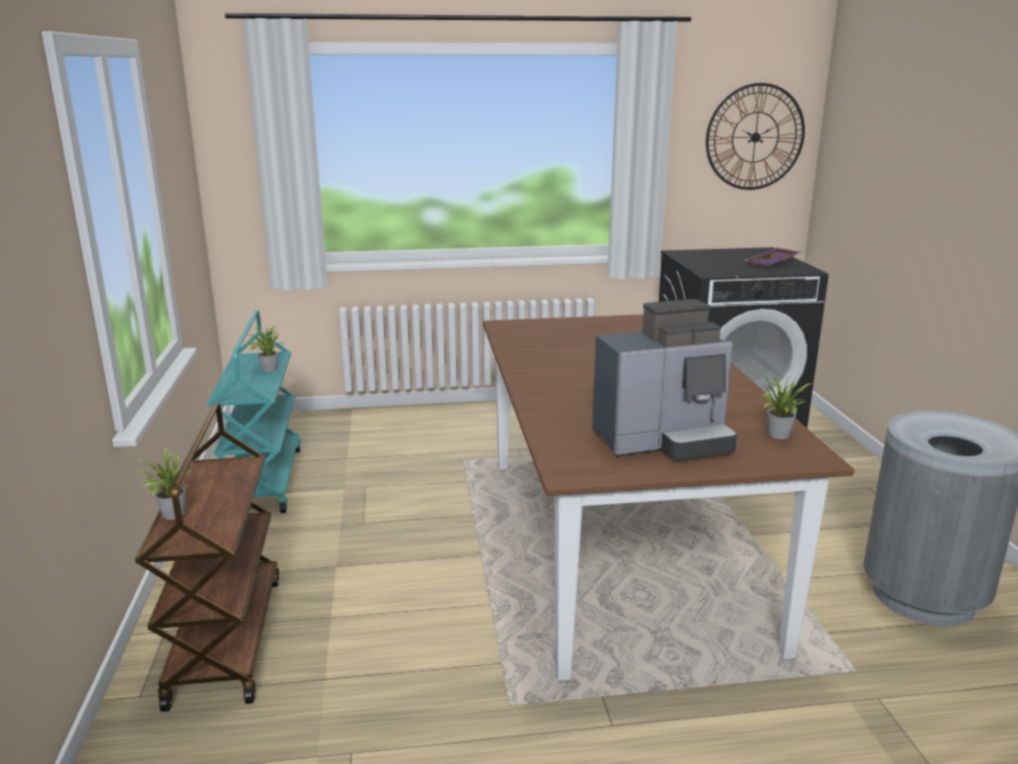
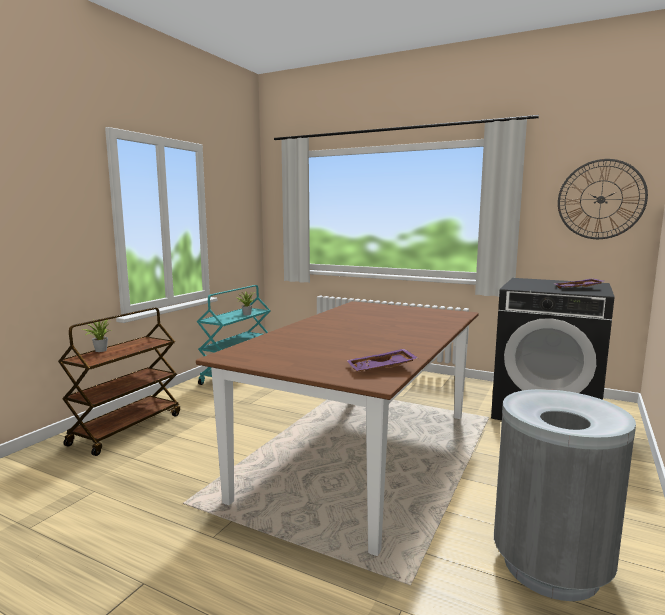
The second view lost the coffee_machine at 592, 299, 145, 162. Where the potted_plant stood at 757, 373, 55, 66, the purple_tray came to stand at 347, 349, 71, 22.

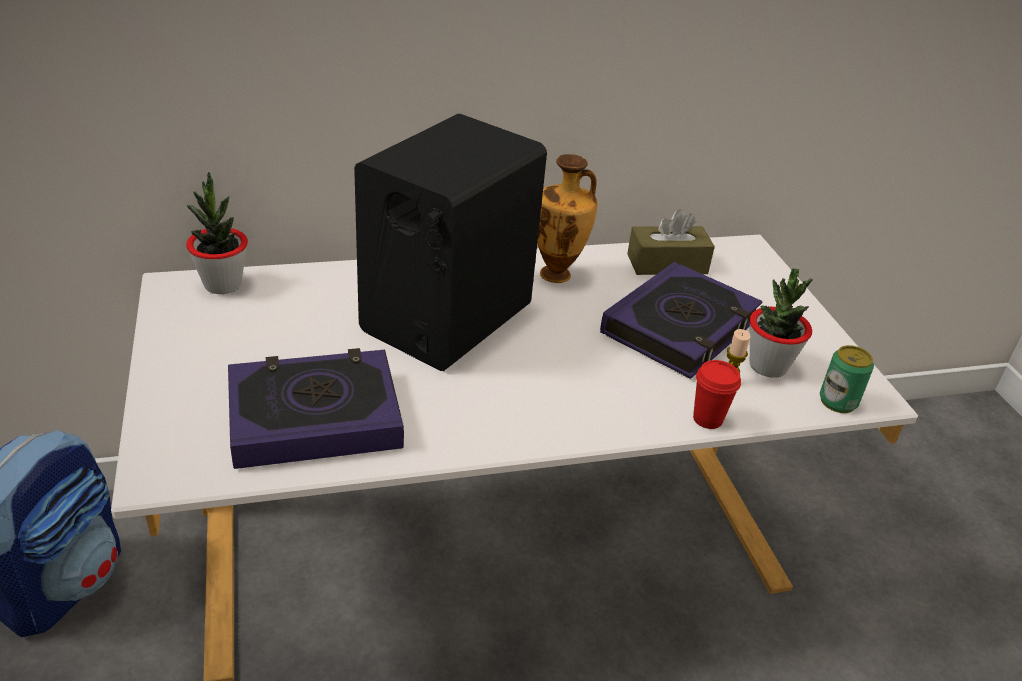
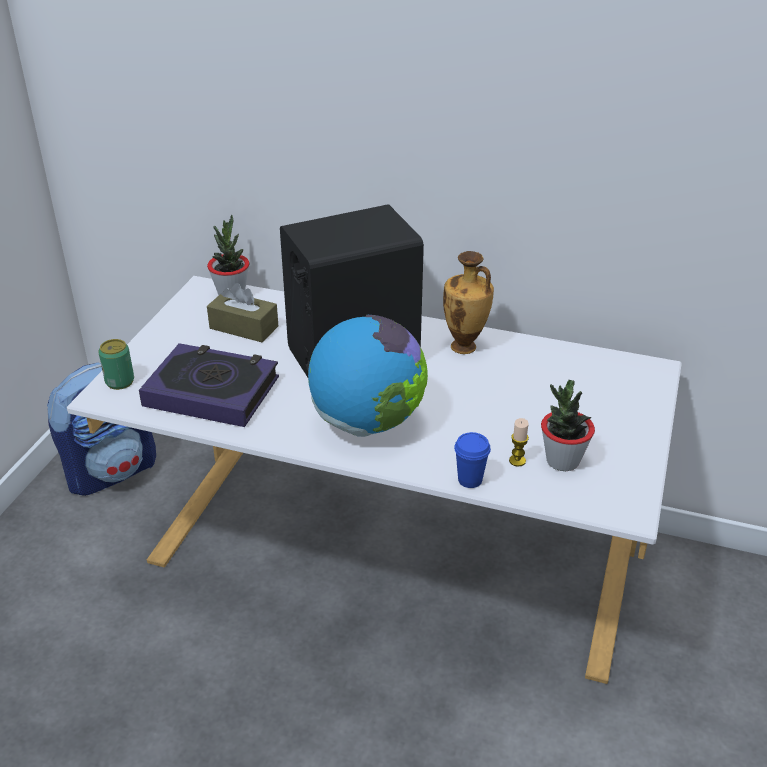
The brown_tissue_box ended up elsewhere, having gone from 627, 209, 88, 66 to 207, 283, 71, 59. The second view lost the book at 600, 262, 163, 117. The can ended up elsewhere, having gone from 820, 345, 54, 68 to 98, 339, 36, 51. What was the red_cup at 693, 360, 48, 69 turned into the blue_cup at 454, 432, 37, 56. The second view gained the globe at 308, 315, 120, 122.

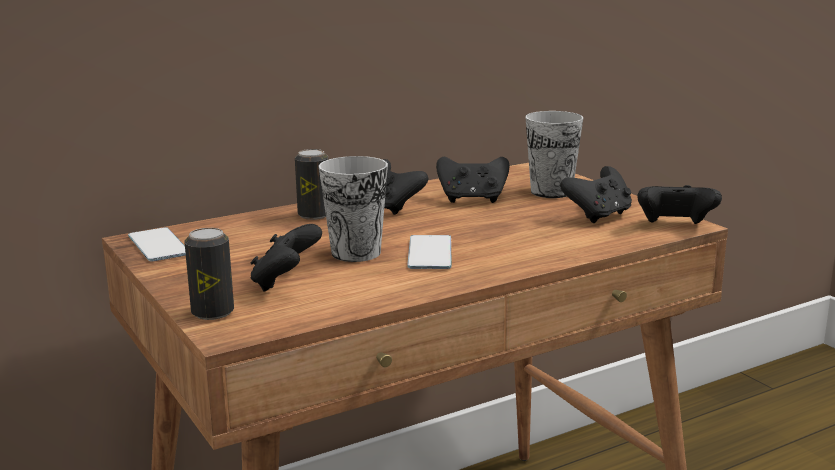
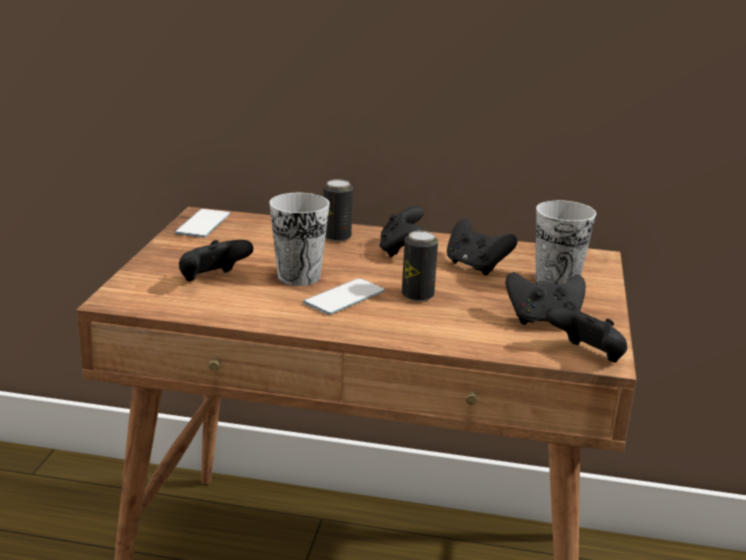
The can ended up elsewhere, having gone from 184, 228, 50, 92 to 402, 230, 36, 71.

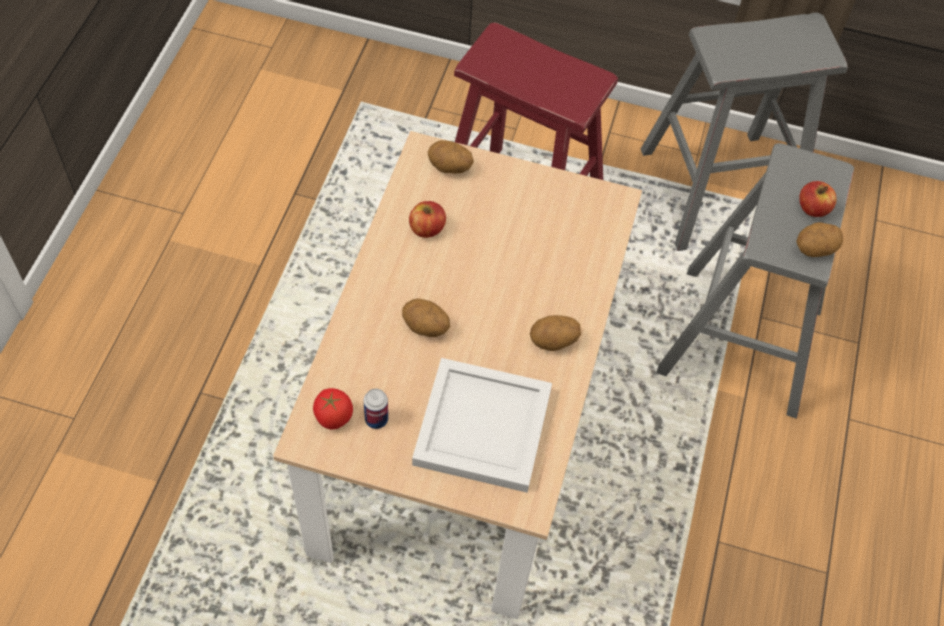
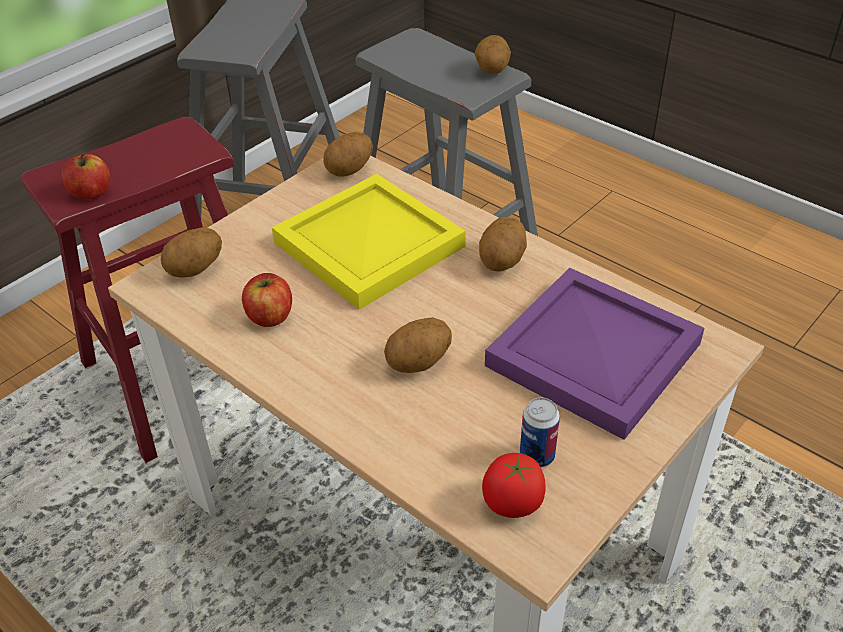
The apple ended up elsewhere, having gone from 799, 181, 38, 36 to 62, 153, 48, 47. What was the white_tray at 412, 358, 140, 135 turned into the purple_tray at 485, 268, 219, 172. The second view gained the potato at 323, 132, 50, 45. The second view gained the yellow_tray at 272, 174, 194, 136.

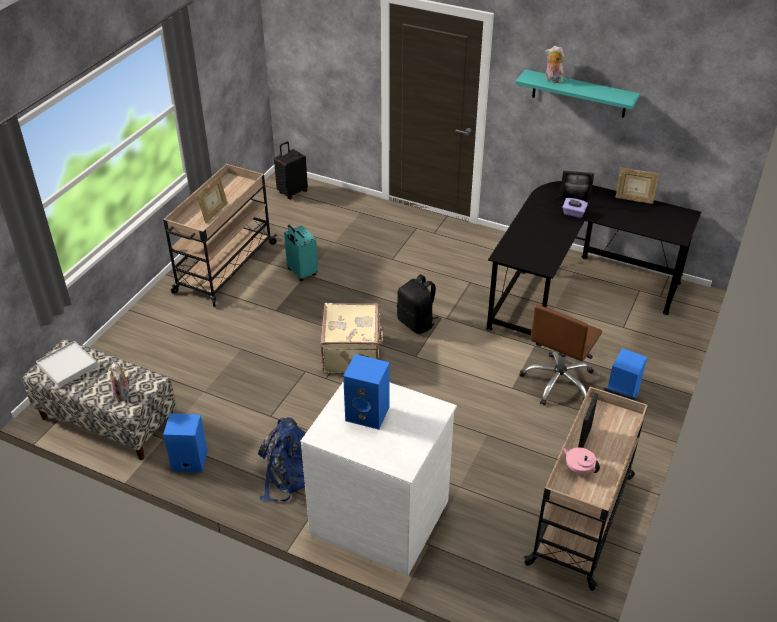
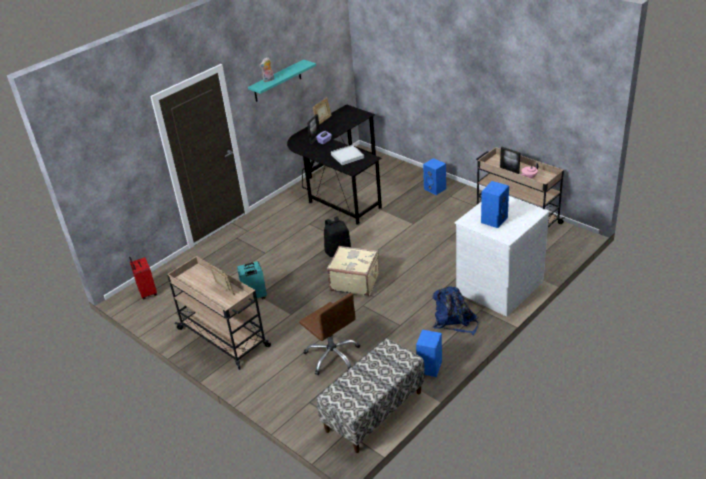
What was the black_suitcase at 274, 141, 34, 58 turned into the red_suitcase at 129, 257, 28, 43. The brown_office_chair ended up elsewhere, having gone from 520, 305, 82, 101 to 299, 293, 61, 82. The white_tray ended up elsewhere, having gone from 36, 341, 62, 47 to 331, 145, 33, 20. The second view lost the plush_toy at 111, 362, 19, 39.

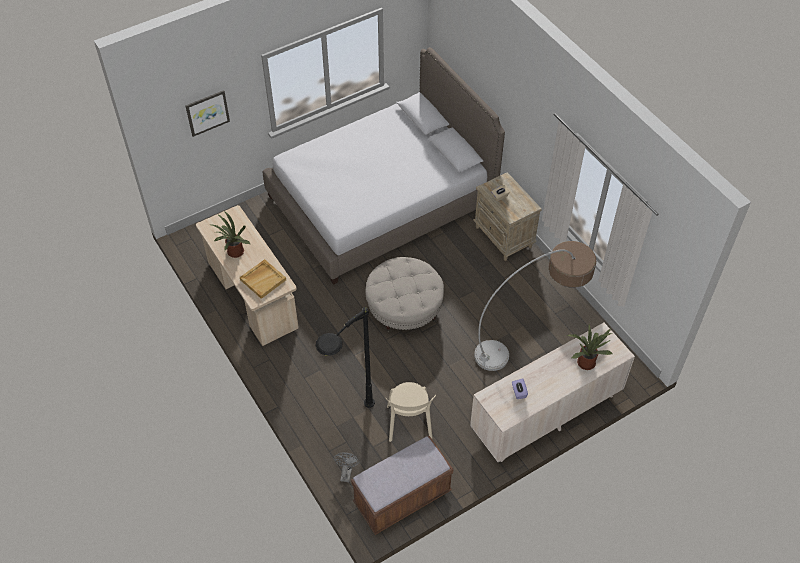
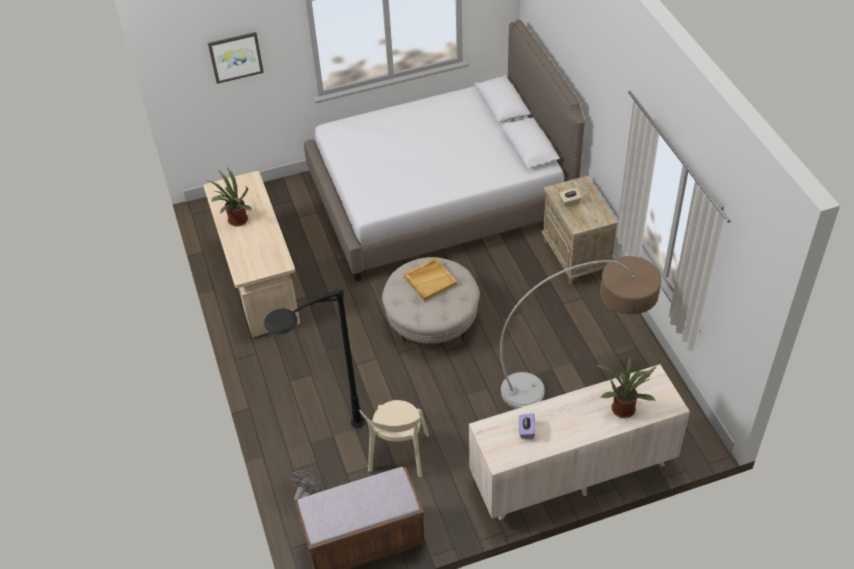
The beige_tray ended up elsewhere, having gone from 240, 259, 46, 40 to 404, 258, 53, 43.

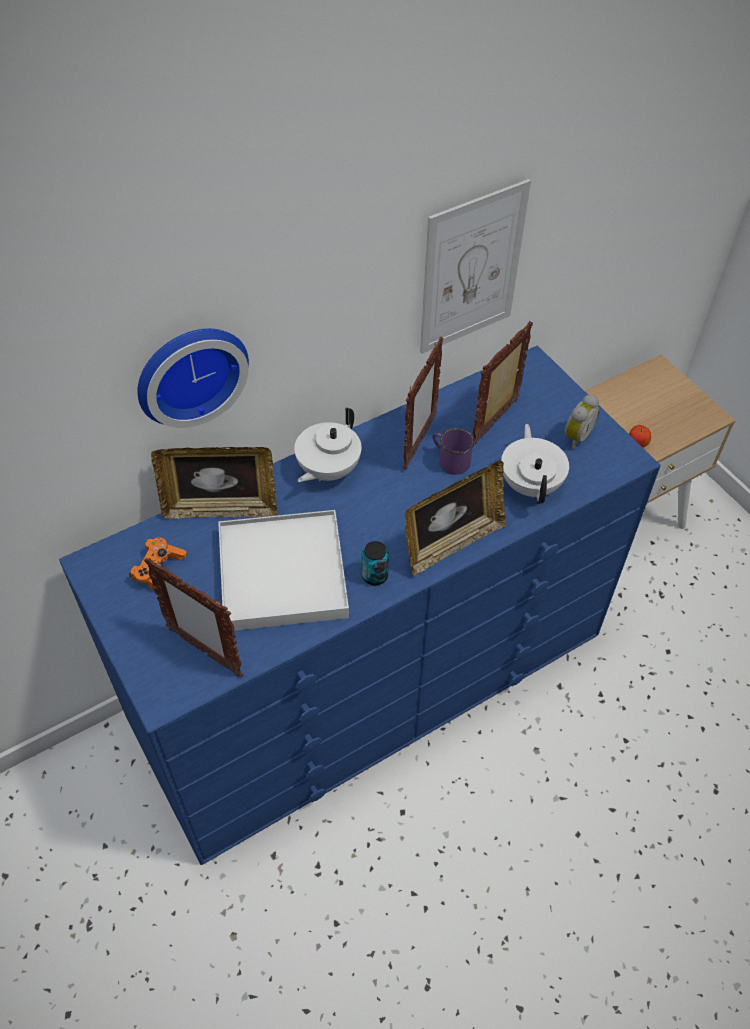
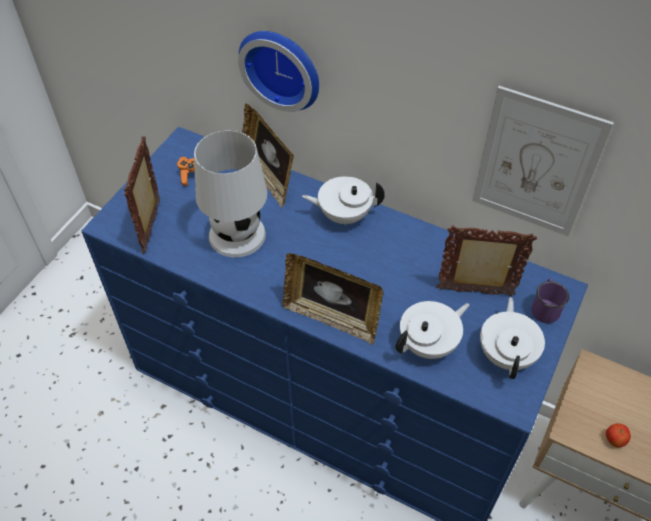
The second view lost the picture_frame at 403, 336, 40, 134. Where the alarm_clock stood at 565, 394, 35, 55, the white_teapot came to stand at 480, 297, 65, 82. The purple_mug ended up elsewhere, having gone from 433, 428, 42, 47 to 532, 279, 37, 44. Where the white_tray stood at 218, 510, 131, 121, the white_table_lamp came to stand at 194, 130, 74, 127. The second view lost the can at 362, 541, 27, 45.

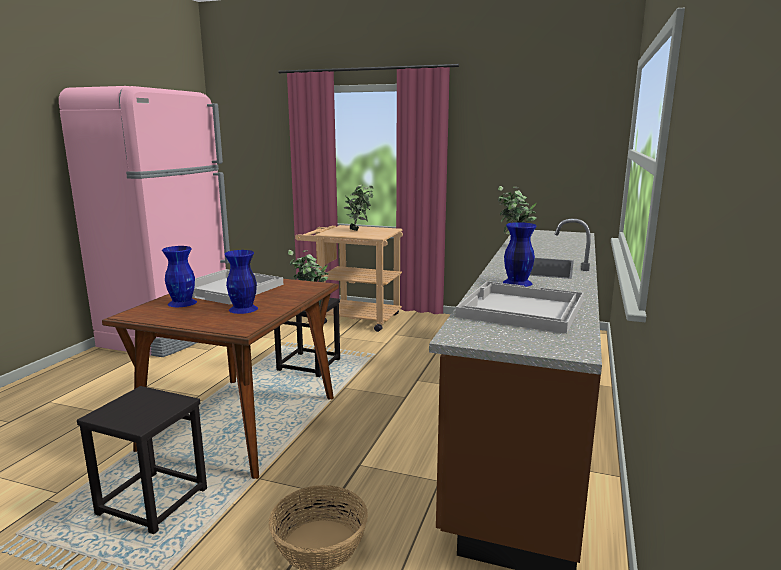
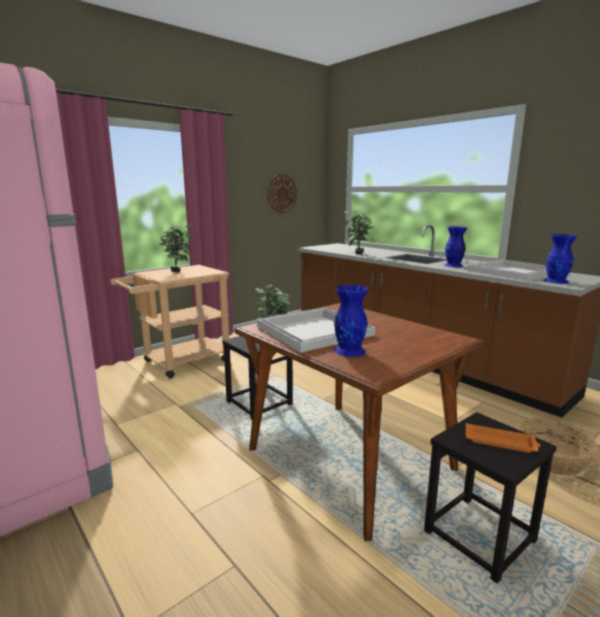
The blue_vase ended up elsewhere, having gone from 224, 250, 34, 64 to 543, 234, 34, 50. The second view gained the wall_clock at 268, 175, 29, 38. The second view gained the orange_tray at 465, 423, 75, 30.

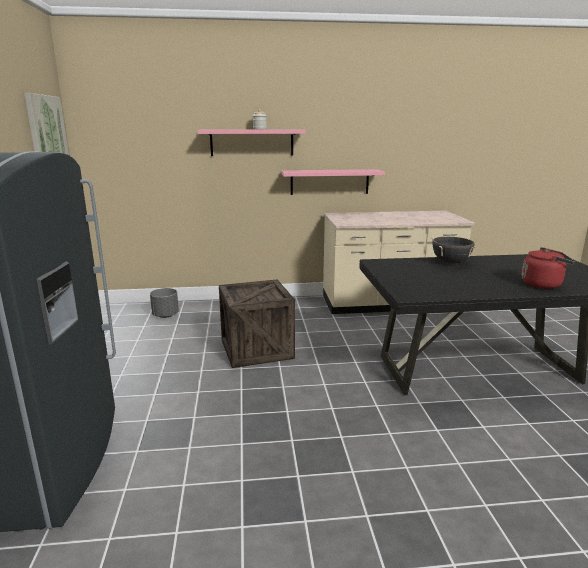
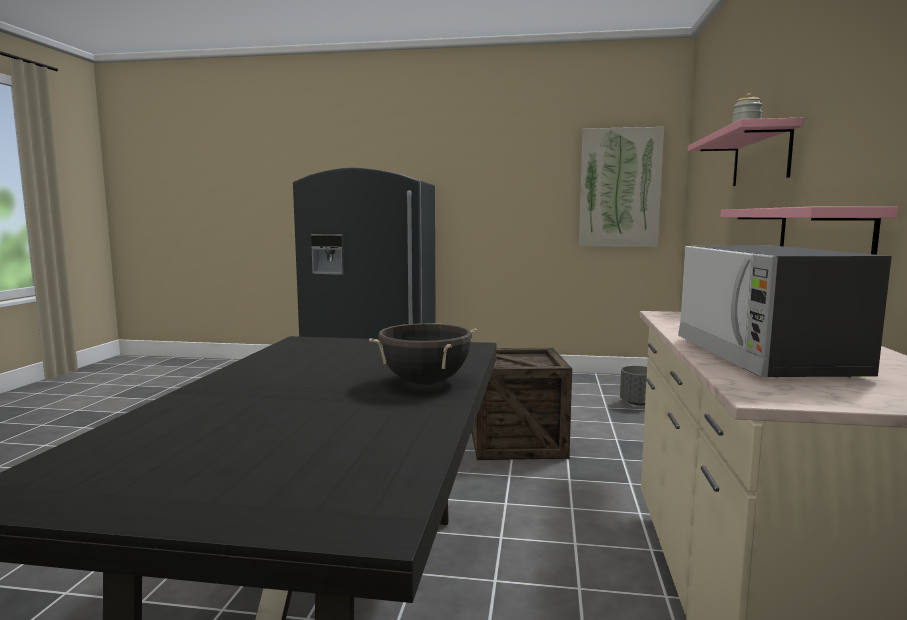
The second view lost the red_kettle at 521, 247, 55, 42. The second view gained the microwave at 678, 246, 214, 132.

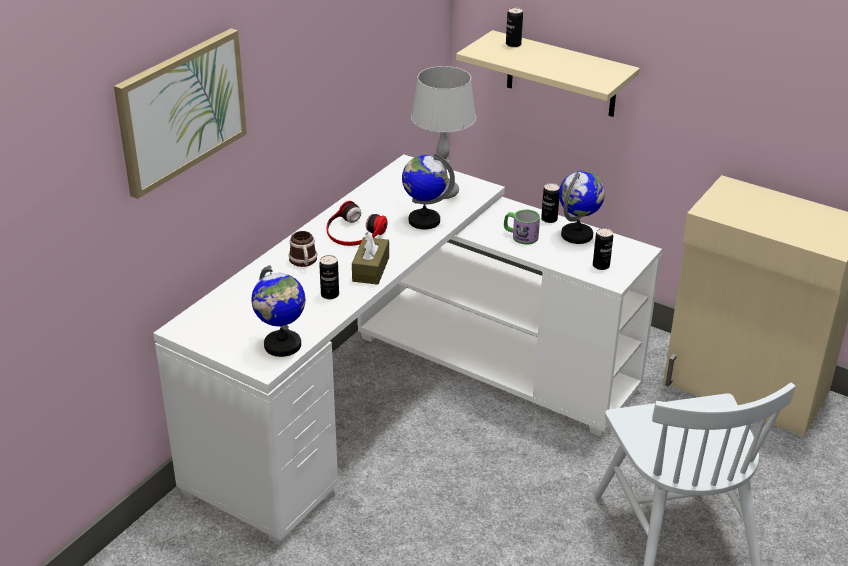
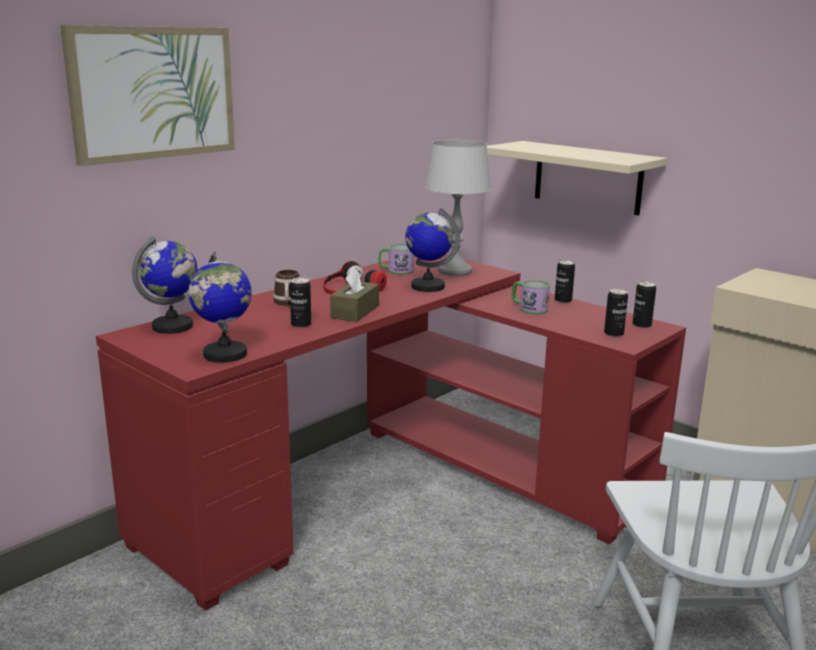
The can ended up elsewhere, having gone from 506, 7, 17, 40 to 633, 281, 23, 47. What was the white_desk at 153, 154, 509, 391 turned into the red_desk at 96, 255, 590, 356. The globe ended up elsewhere, having gone from 559, 171, 46, 73 to 132, 236, 66, 98. The second view gained the mug at 378, 244, 36, 31.

